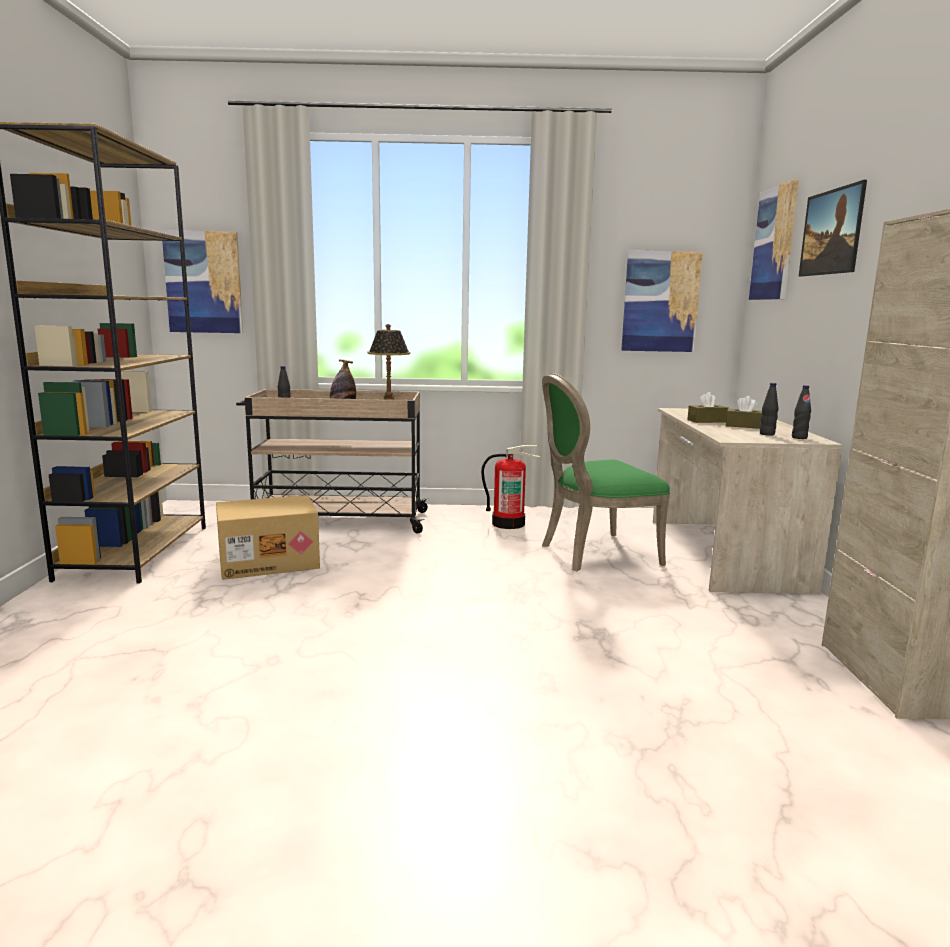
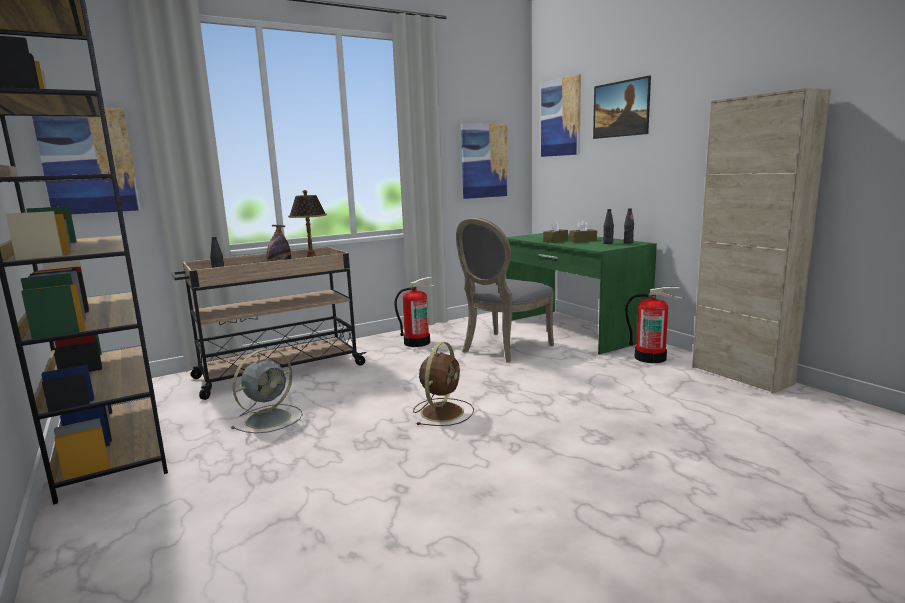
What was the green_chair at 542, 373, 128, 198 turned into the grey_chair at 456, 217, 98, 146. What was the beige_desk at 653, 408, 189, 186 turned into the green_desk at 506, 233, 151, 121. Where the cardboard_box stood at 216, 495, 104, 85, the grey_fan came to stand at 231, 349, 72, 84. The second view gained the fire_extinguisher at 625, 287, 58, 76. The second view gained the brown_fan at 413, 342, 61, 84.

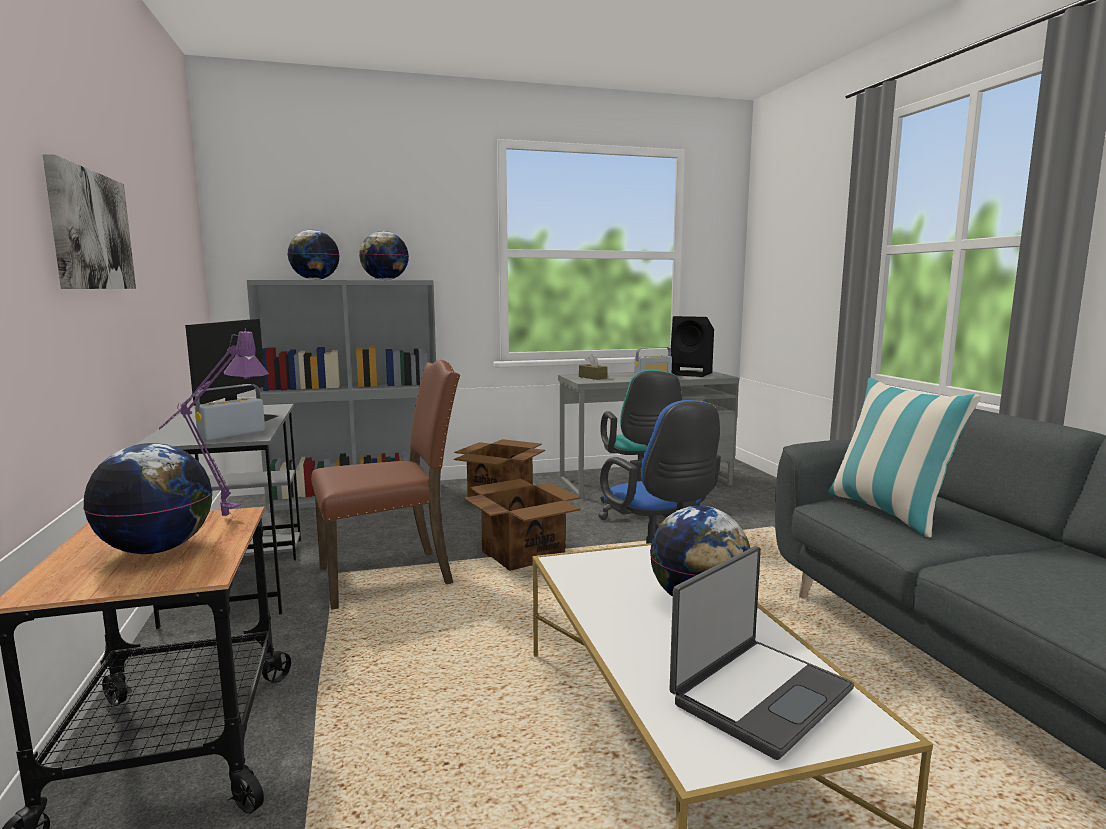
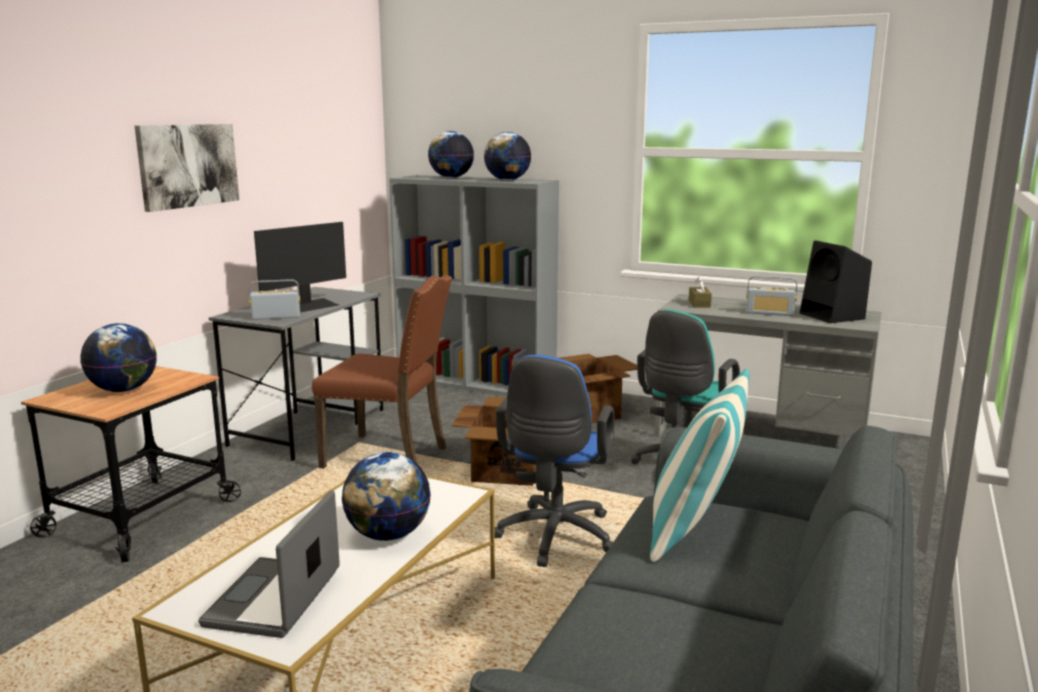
The second view lost the purple_table_lamp at 159, 328, 110, 188. The laptop at 670, 546, 184, 214 ended up facing another way, 105 degrees clockwise from before.

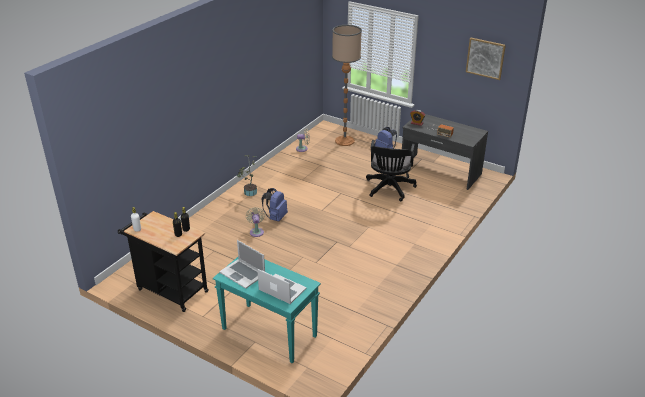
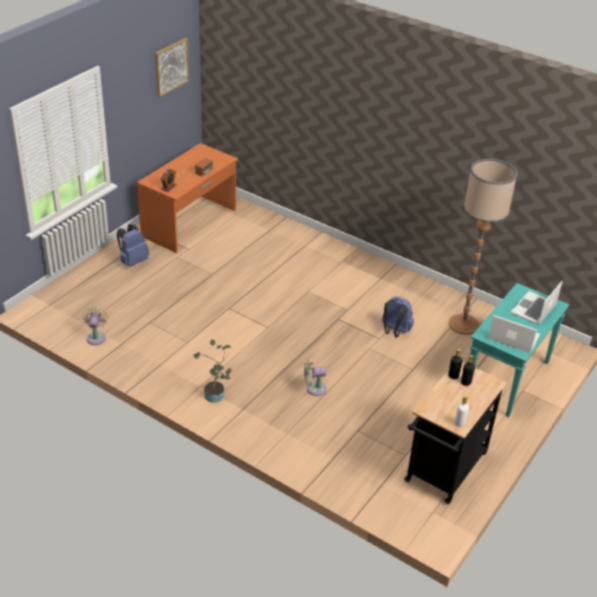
The floor_lamp ended up elsewhere, having gone from 332, 25, 30, 121 to 449, 159, 69, 176. What was the grey_desk at 402, 114, 86, 76 turned into the orange_desk at 137, 143, 101, 110. The second view lost the black_office_chair at 366, 140, 51, 62. The blue_backpack ended up elsewhere, having gone from 262, 188, 26, 34 to 382, 297, 32, 40. The laptop at 219, 240, 46, 49 ended up facing another way, 105 degrees counterclockwise from before.

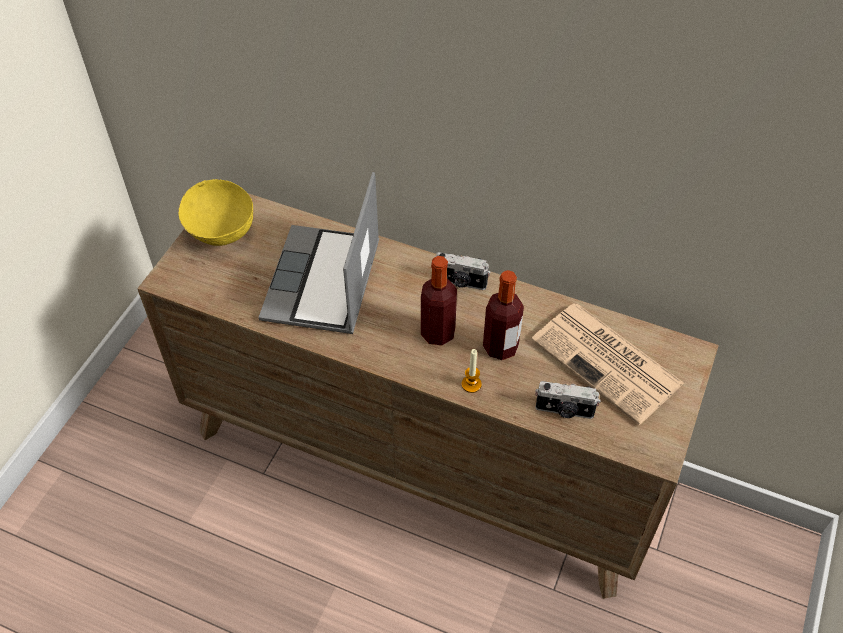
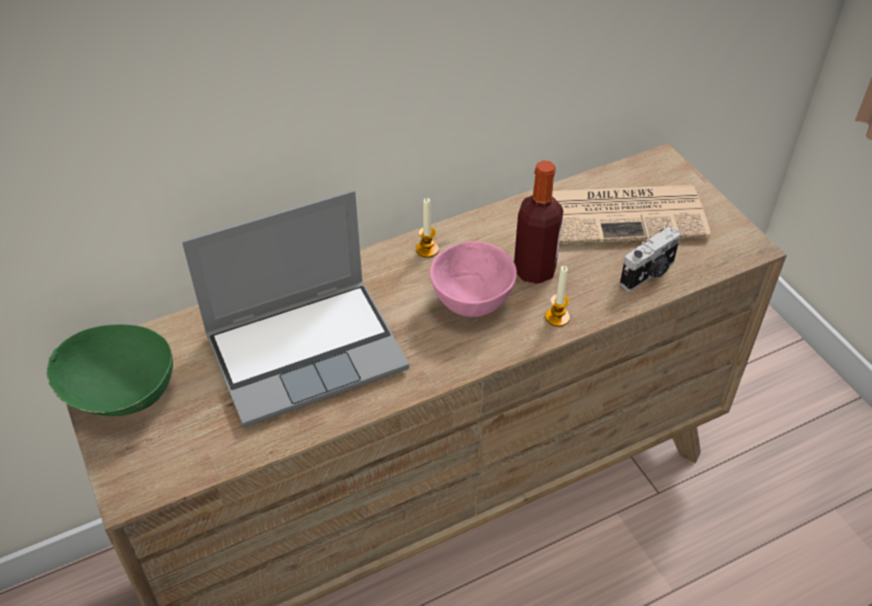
The laptop at 259, 172, 120, 162 ended up facing another way, 75 degrees counterclockwise from before. What was the yellow_bowl at 178, 179, 75, 67 turned into the green_bowl at 47, 324, 126, 92. Where the photo_camera stood at 436, 252, 54, 38, the candle came to stand at 416, 198, 23, 60. Where the bottle stood at 421, 256, 36, 89, the pink_bowl came to stand at 430, 241, 87, 76.

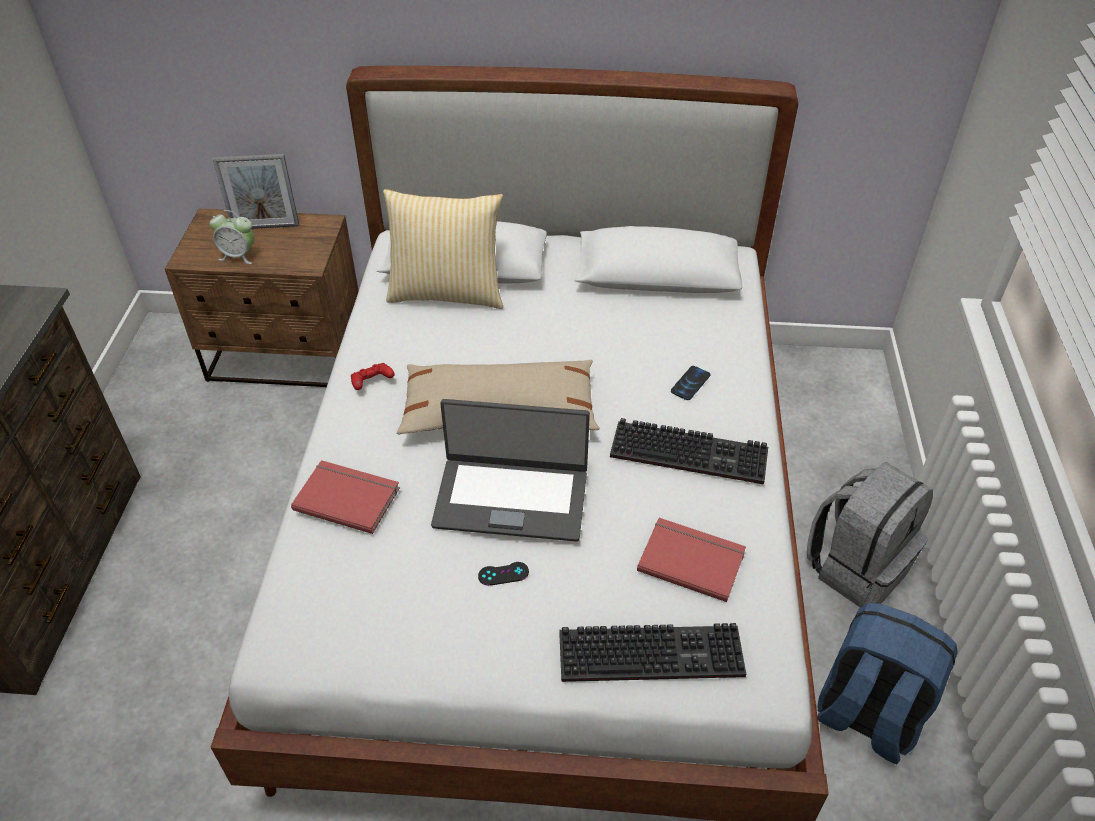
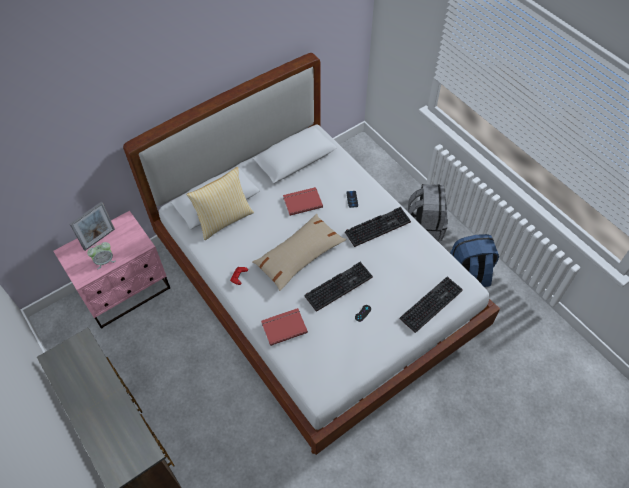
What was the brown_nightstand at 165, 209, 194, 178 turned into the pink_nightstand at 53, 211, 117, 118. Where the laptop stood at 431, 399, 159, 142, the keyboard came to stand at 304, 262, 69, 50. The red_book ended up elsewhere, having gone from 637, 518, 109, 84 to 283, 187, 40, 29.

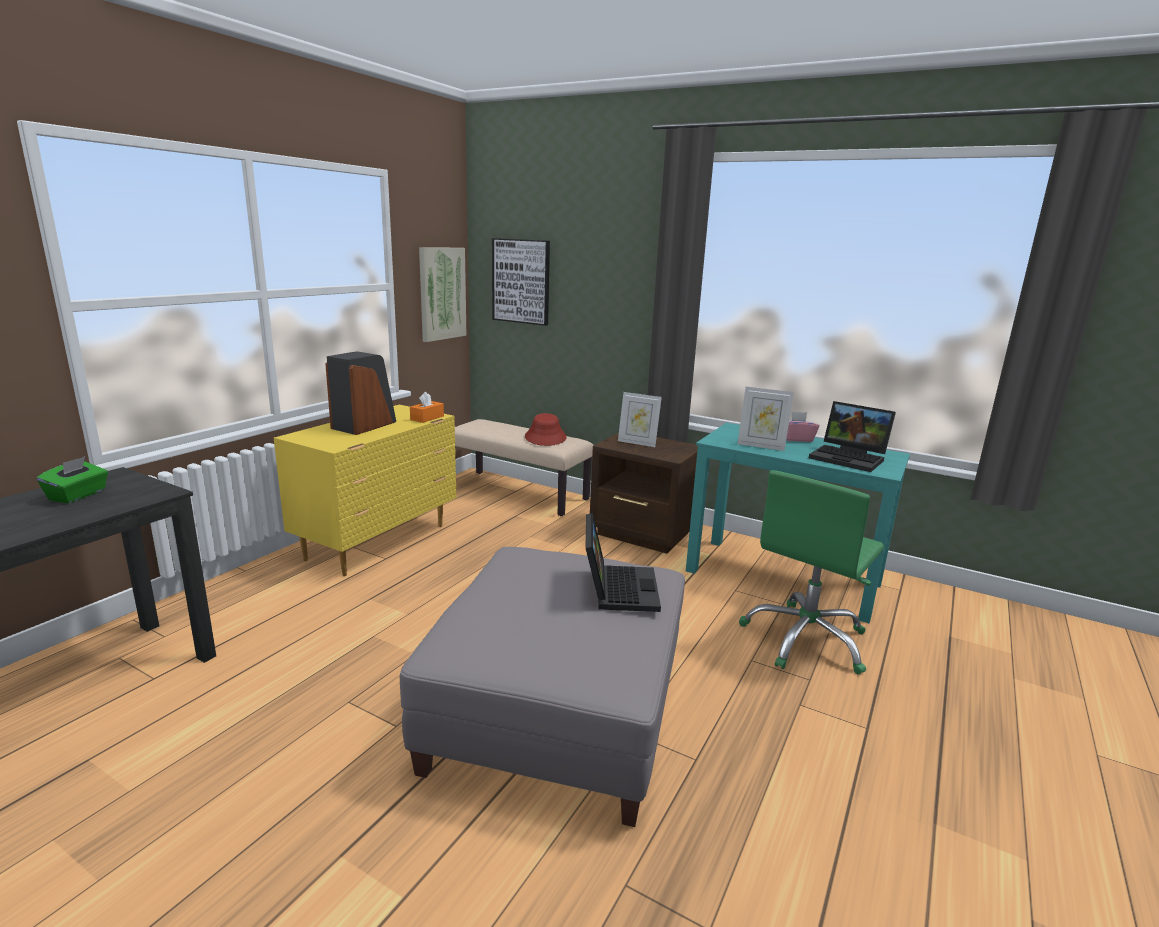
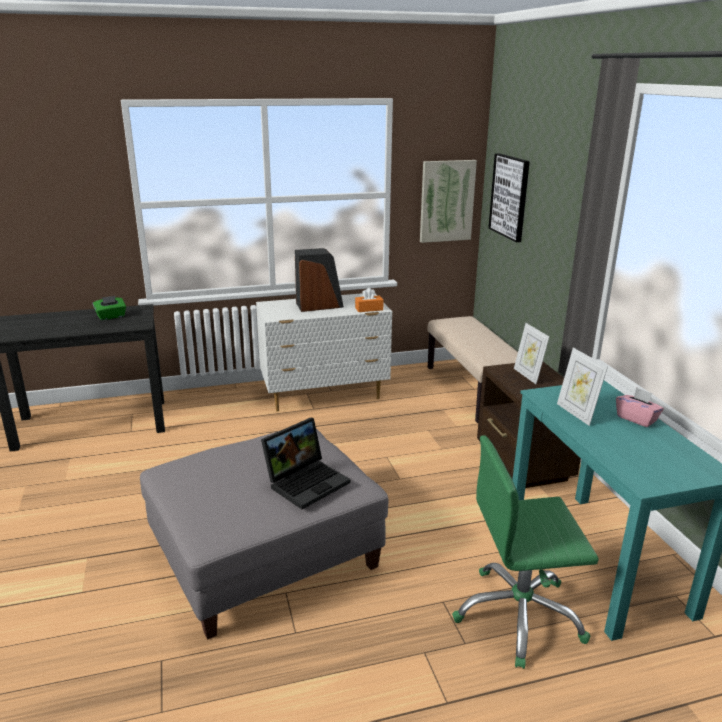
The second view lost the laptop at 809, 401, 87, 71. What was the yellow_dresser at 274, 405, 183, 171 turned into the white_dresser at 256, 293, 136, 118. The second view lost the red_hat at 525, 413, 42, 33.

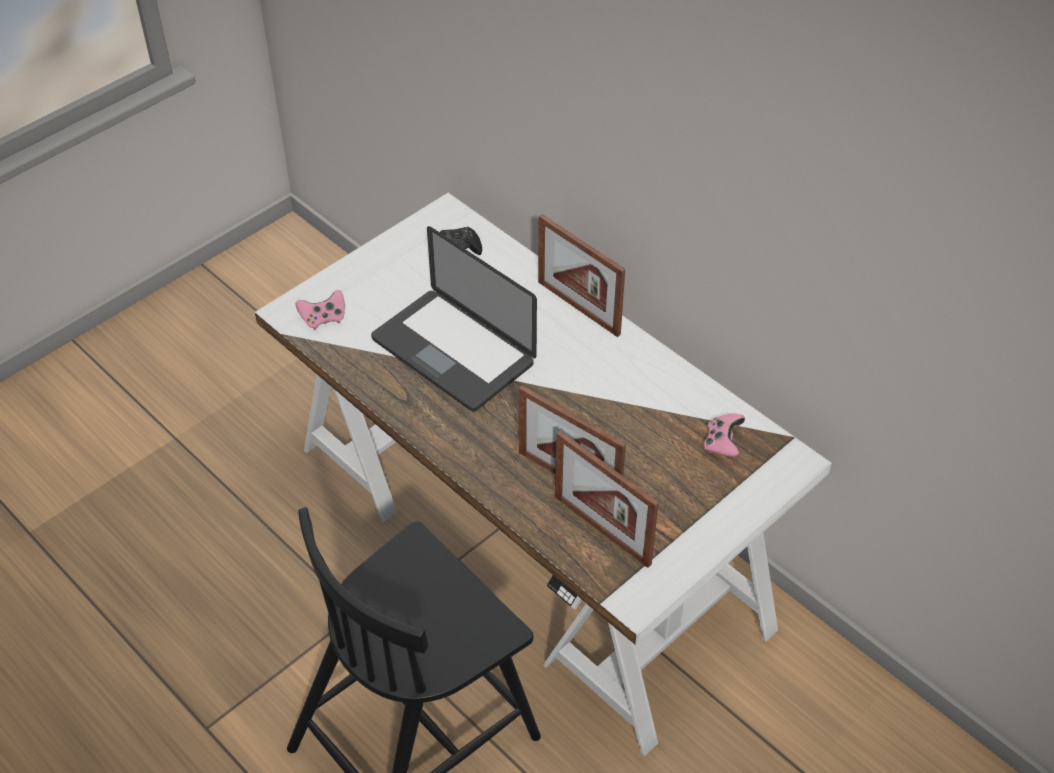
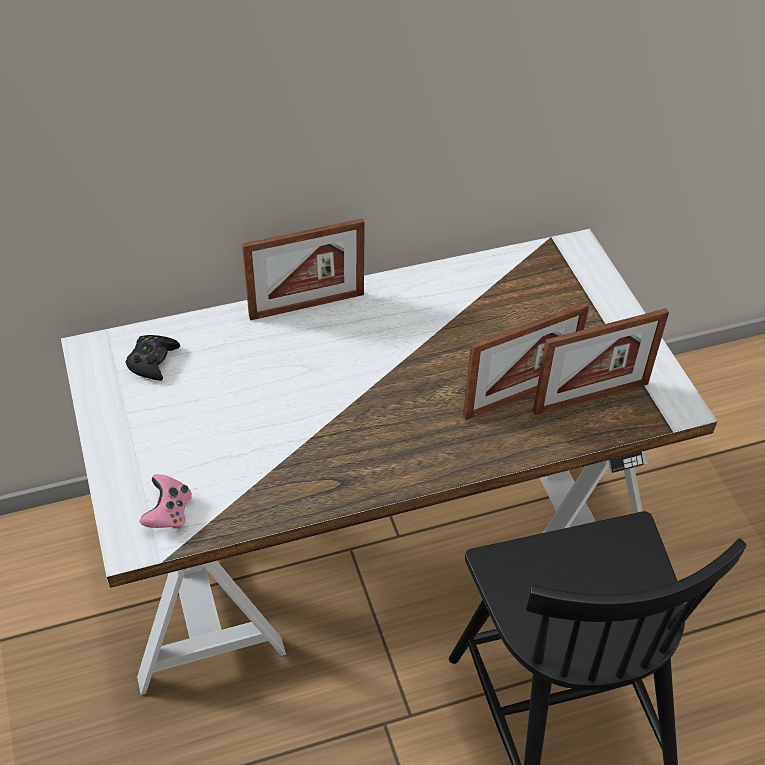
The second view lost the laptop at 371, 226, 166, 186. The second view lost the pink_game_controller at 703, 414, 42, 43.

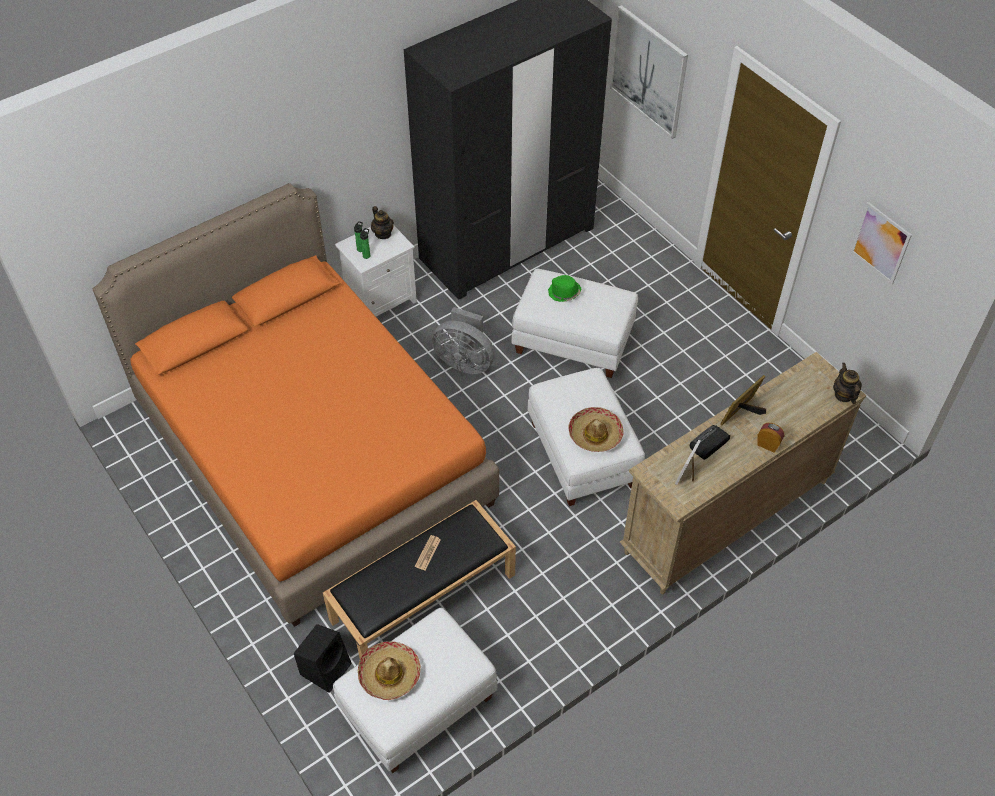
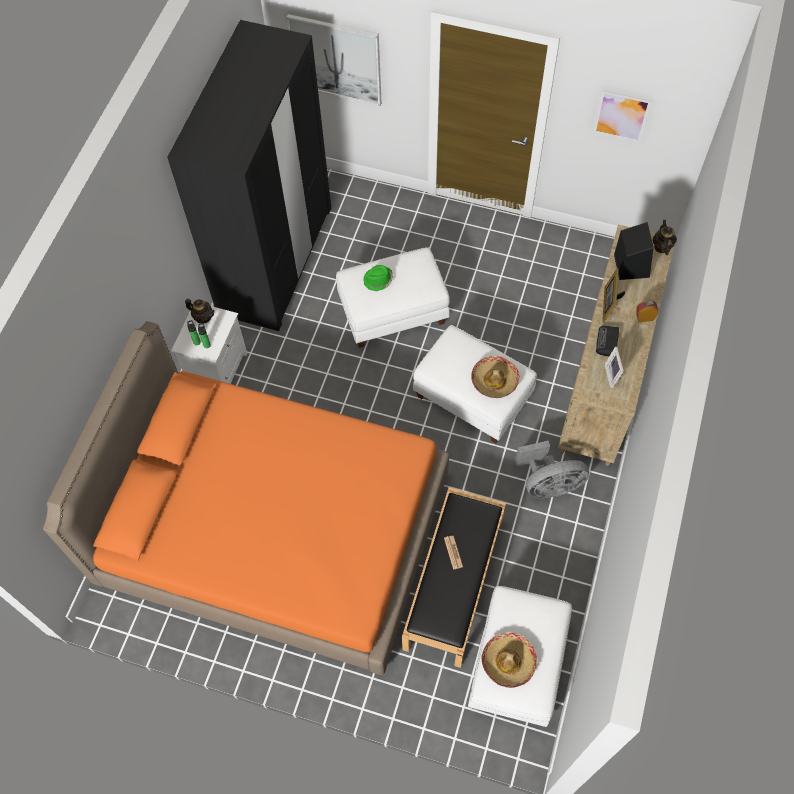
The grey_fan ended up elsewhere, having gone from 432, 307, 62, 67 to 515, 441, 74, 57. The teapot at 833, 363, 29, 41 ended up facing another way, 45 degrees clockwise from before. The black_speaker ended up elsewhere, having gone from 294, 624, 58, 69 to 614, 222, 40, 58.

